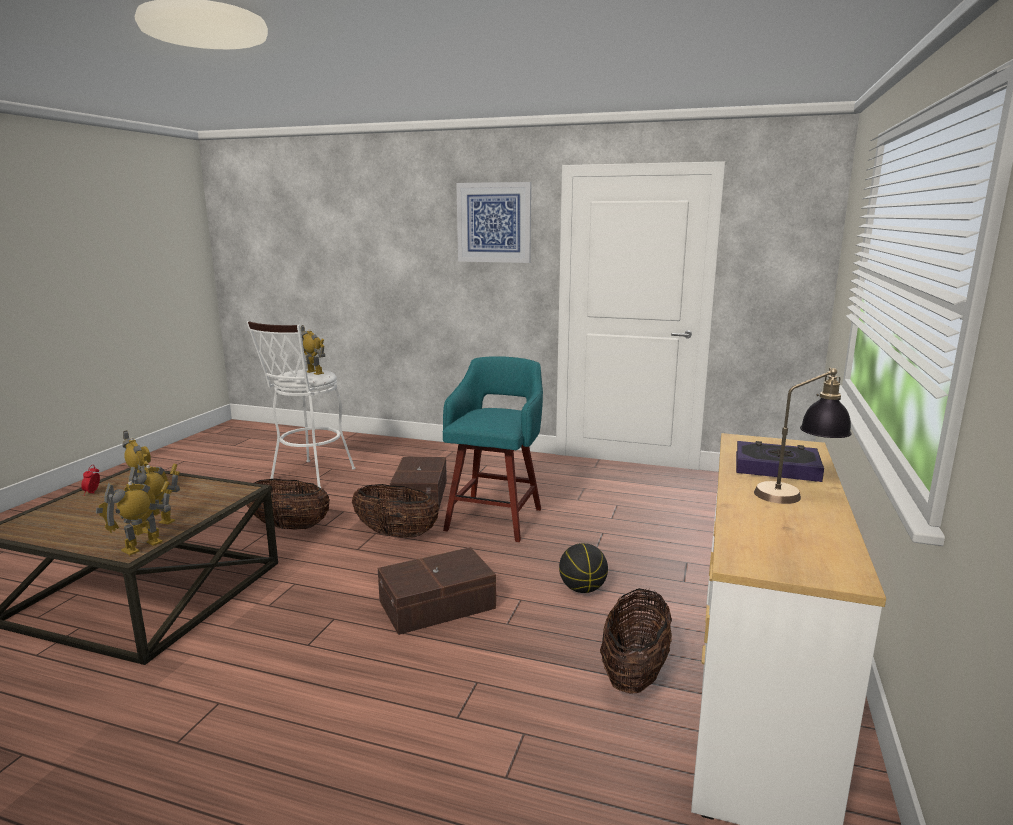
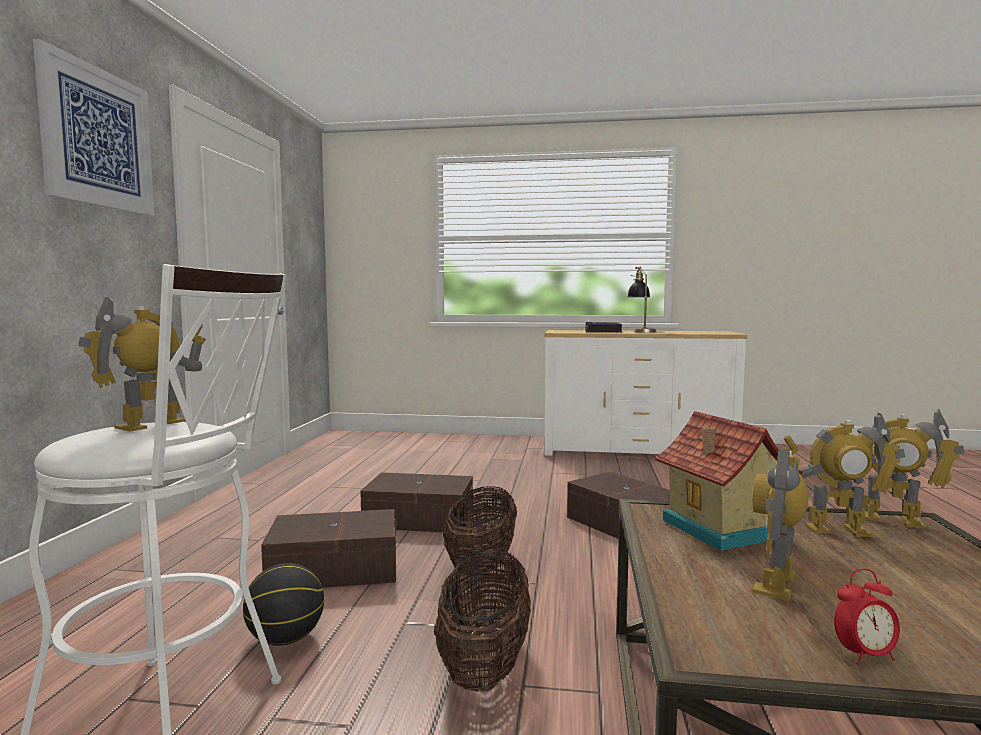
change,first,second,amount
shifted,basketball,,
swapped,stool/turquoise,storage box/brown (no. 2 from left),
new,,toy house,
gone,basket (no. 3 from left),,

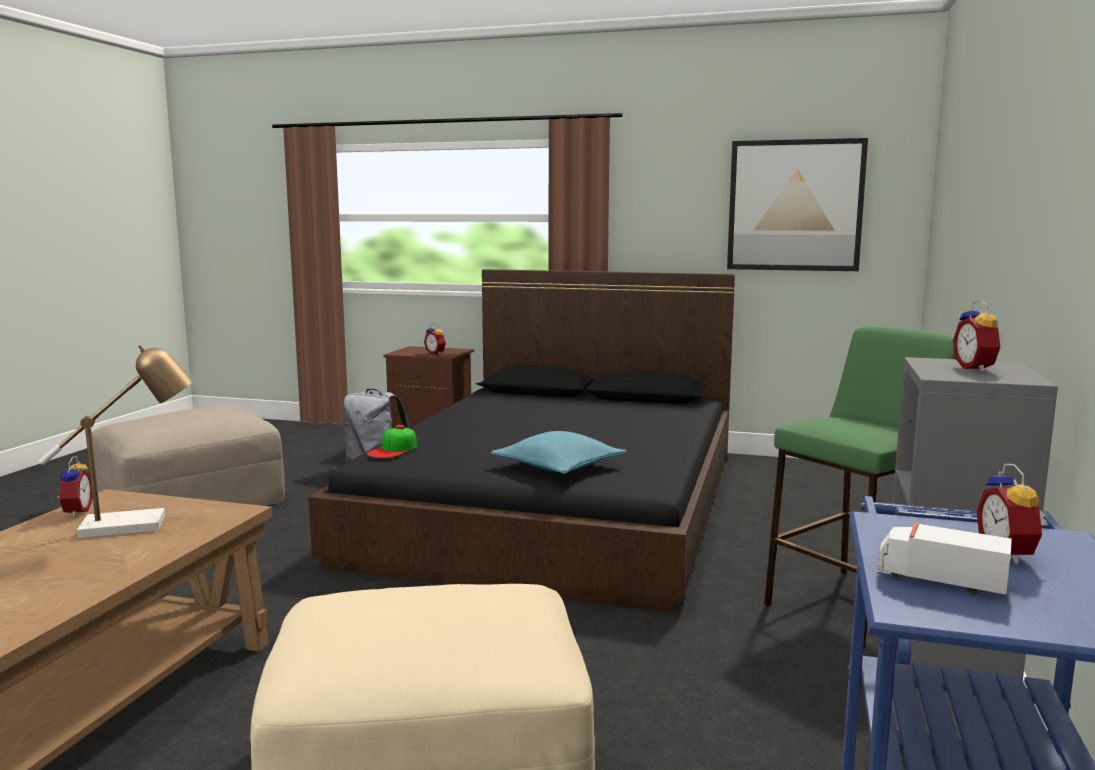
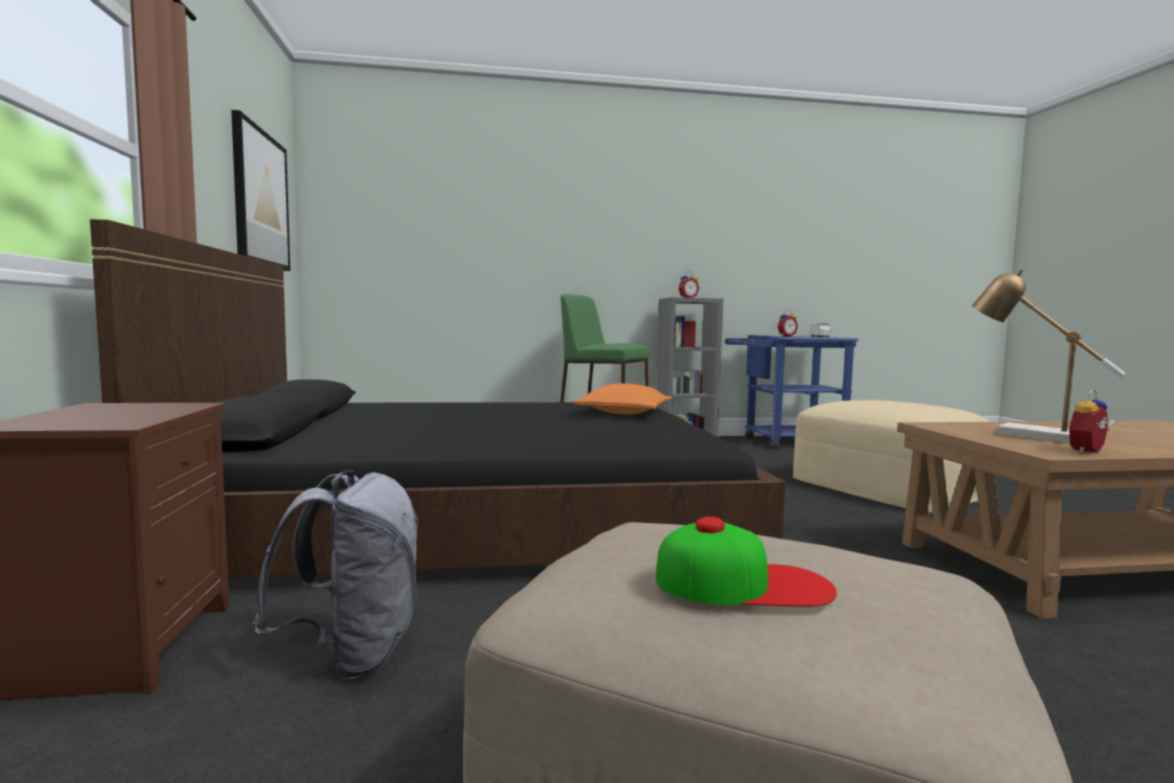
change,first,second,amount
repainted,pillow/turquoise,pillow/orange,
shifted,cap,,
gone,alarm clock (no. 2 from left),,

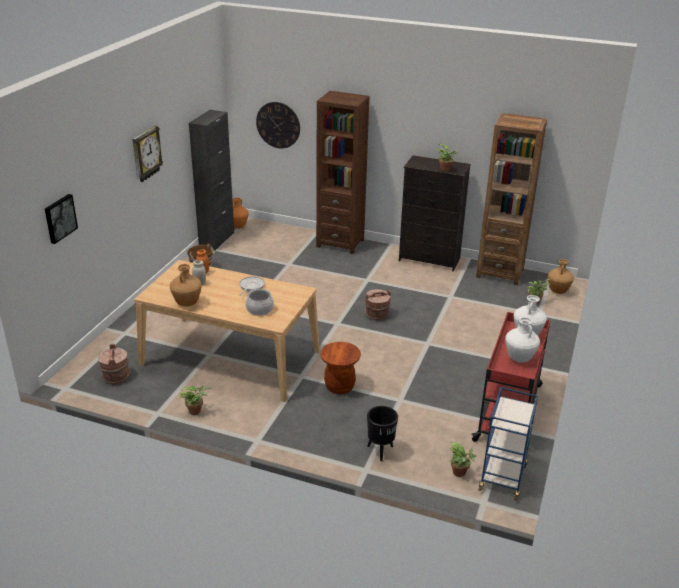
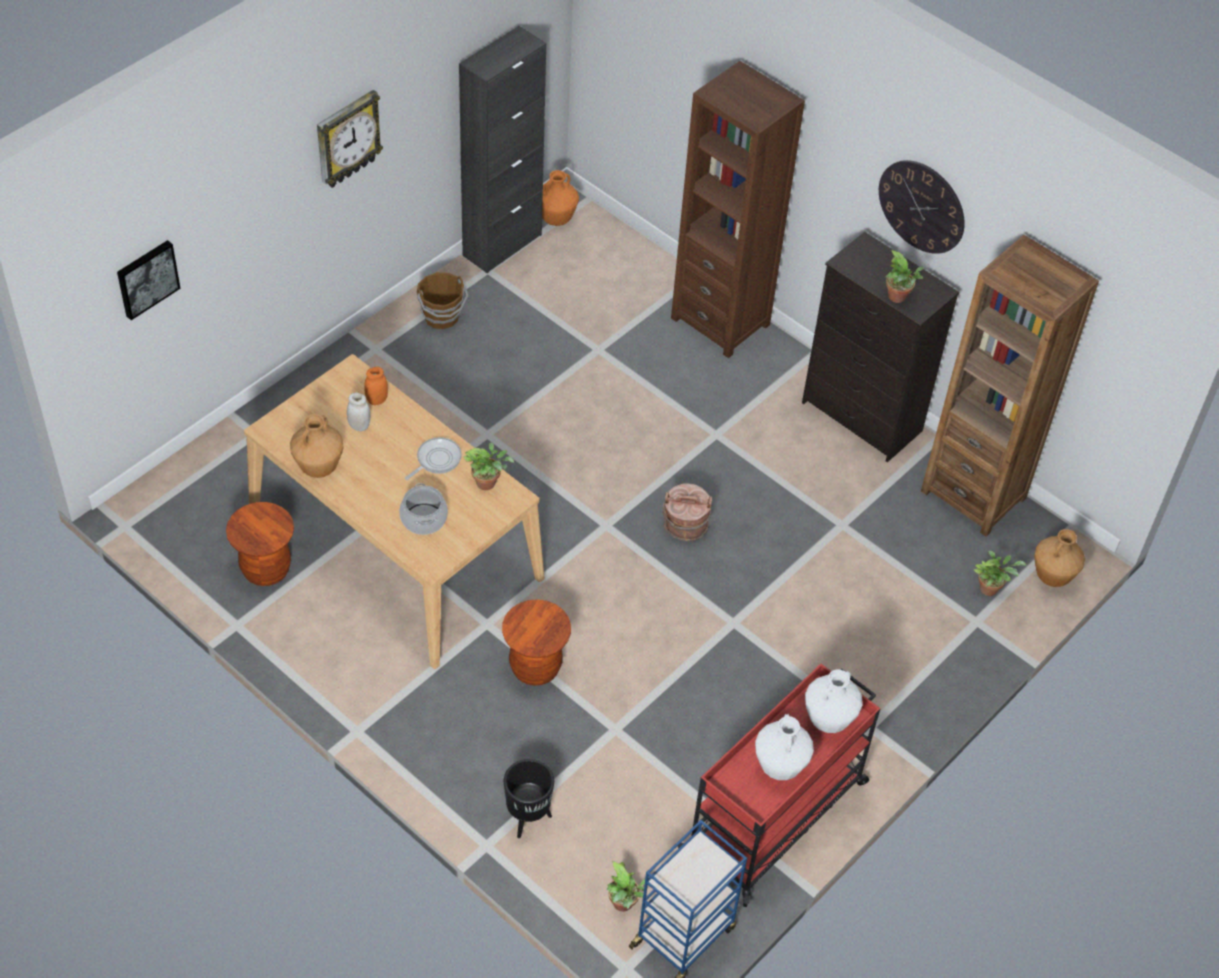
change,first,second,amount
new,,stool/brown (no. 1 from left),
shifted,potted plant (no. 1 from left),,
shifted,wall clock (no. 2 from left),,
gone,bucket/brown (no. 1 from left),,

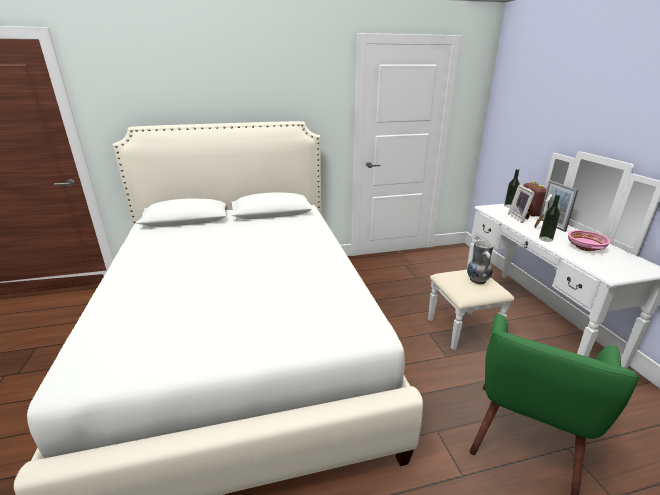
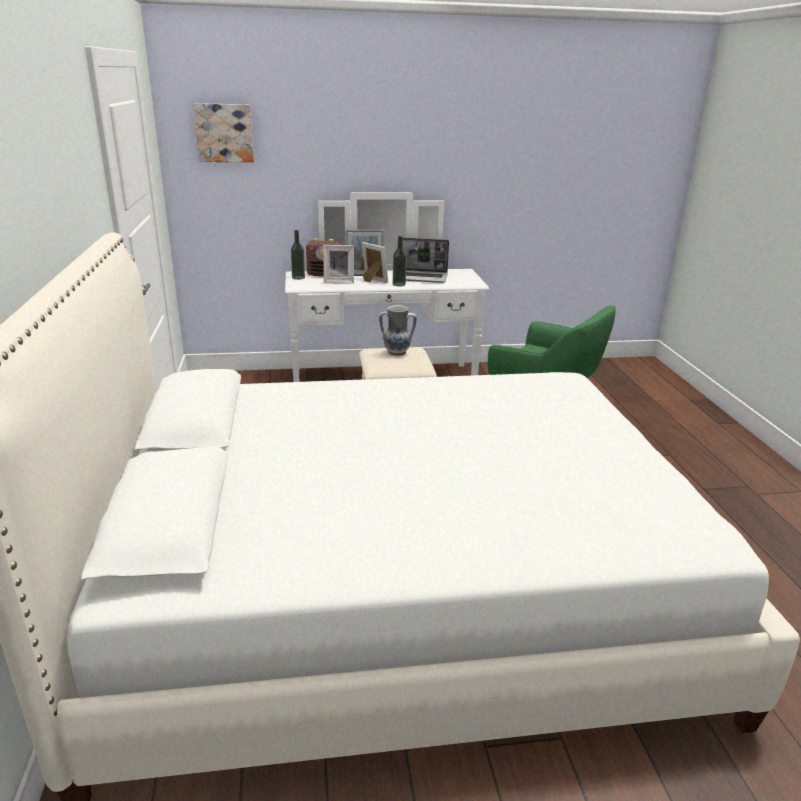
change,first,second,amount
new,,picture,
swapped,bowl/pink,laptop,

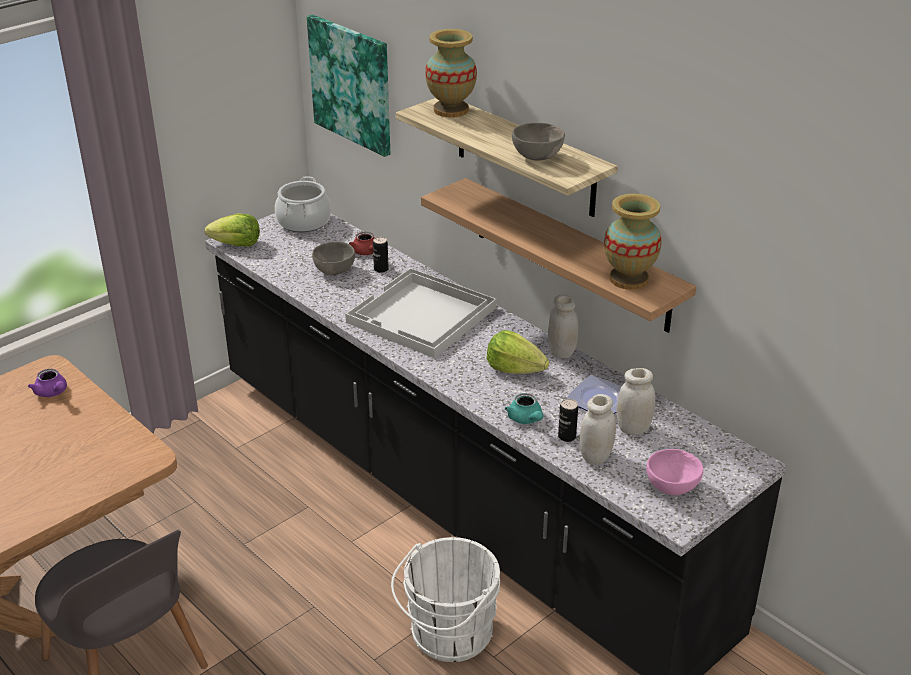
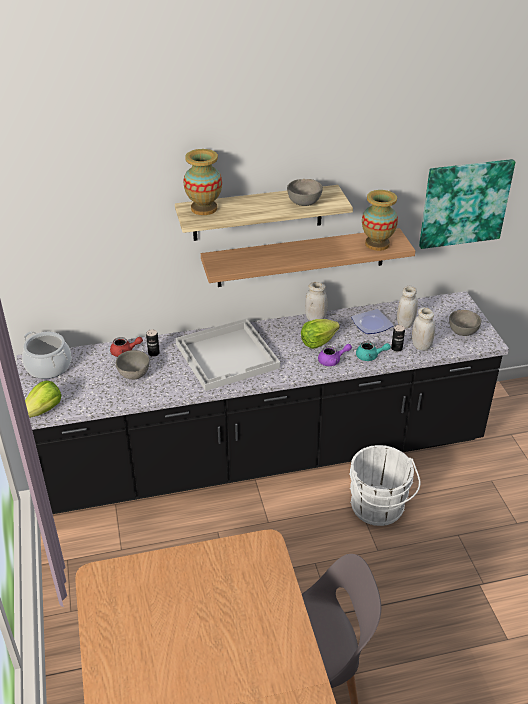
change,first,second,amount
shifted,teapot/purple,,
shifted,picture,,
repainted,bowl/pink,bowl/grey (no. 3 from left),

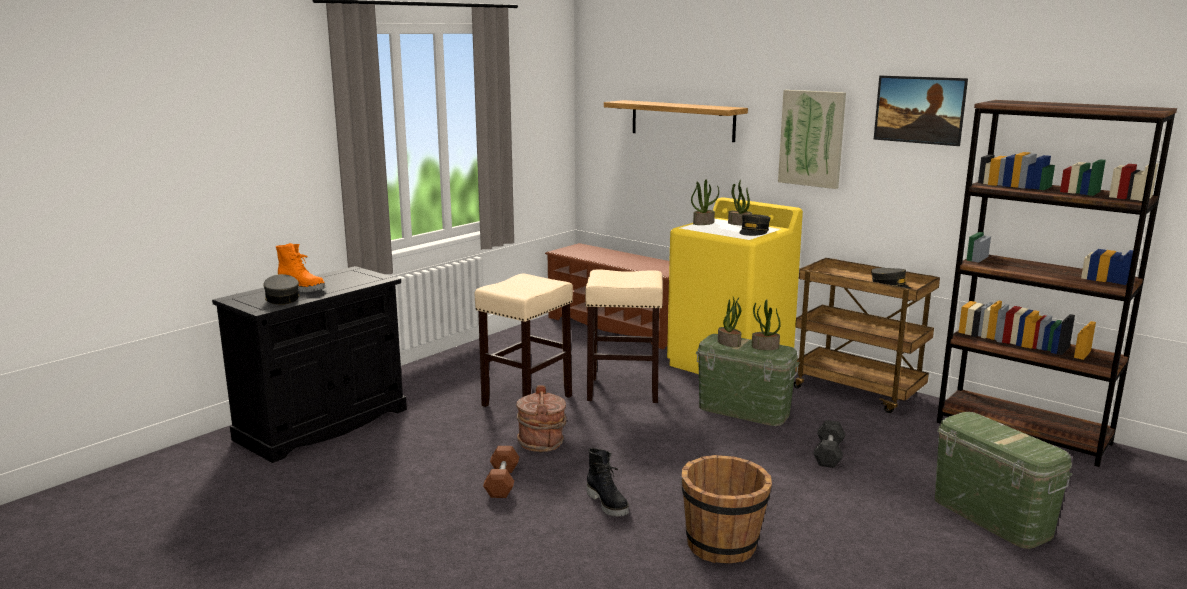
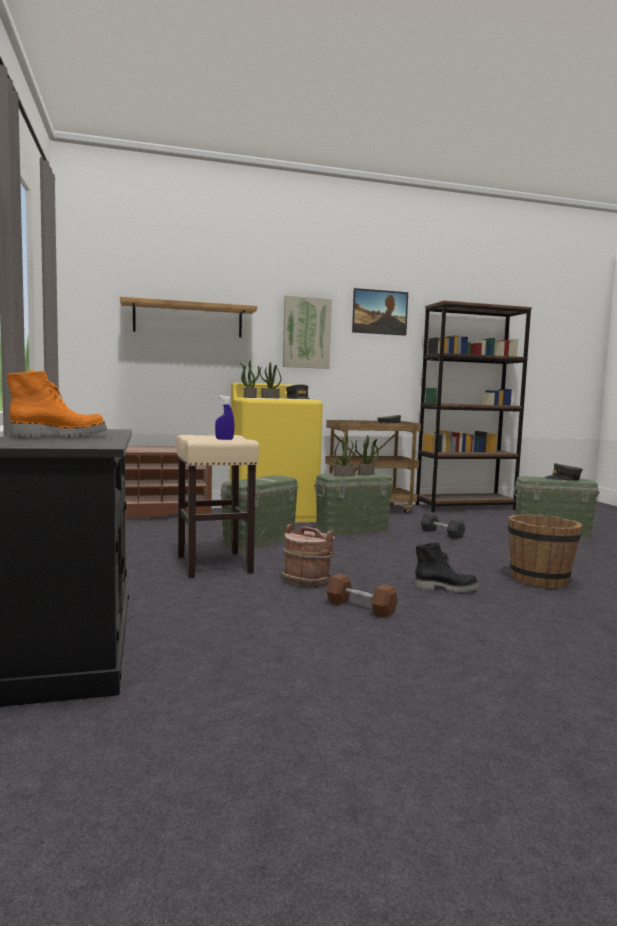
change,first,second,amount
new,,spray bottle/blue,
swapped,stool/beige (no. 2 from left),storage box/green (no. 1 from left),
shifted,cap/grey (no. 1 from left in the first image),cap/grey (no. 3 from left),

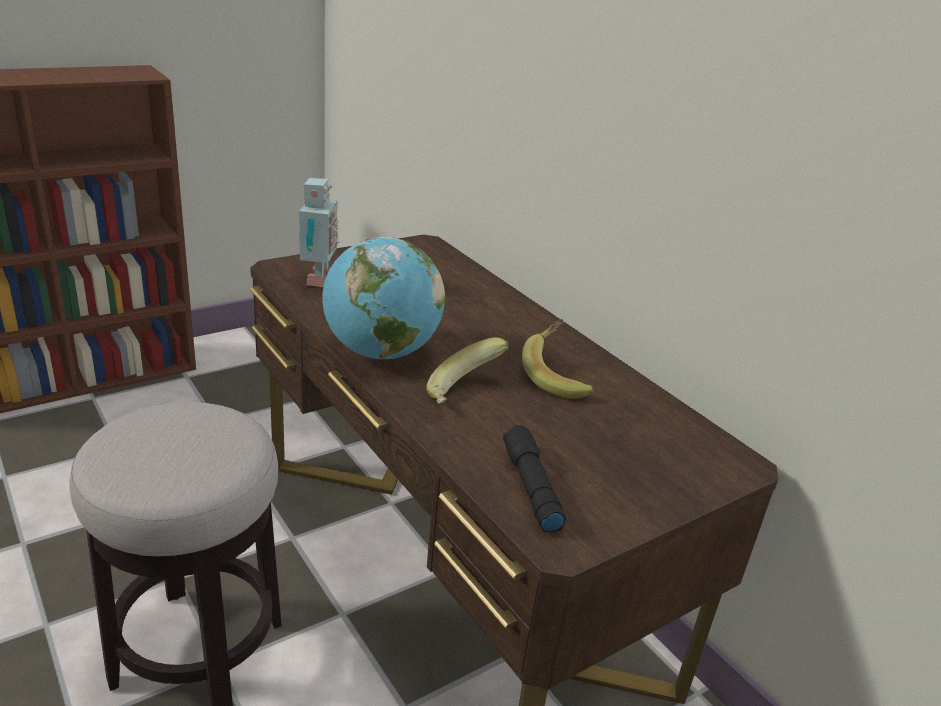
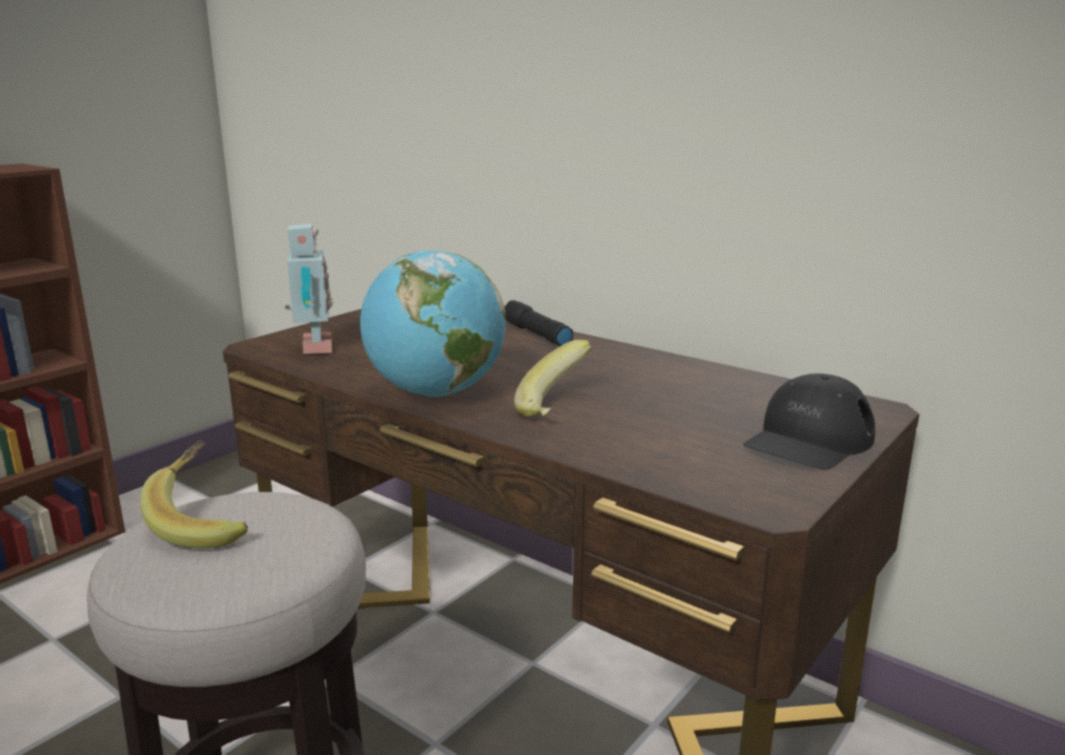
change,first,second,amount
shifted,banana (no. 2 from left in the first image),banana (no. 1 from left),
shifted,flashlight/black,,
new,,cap/black,

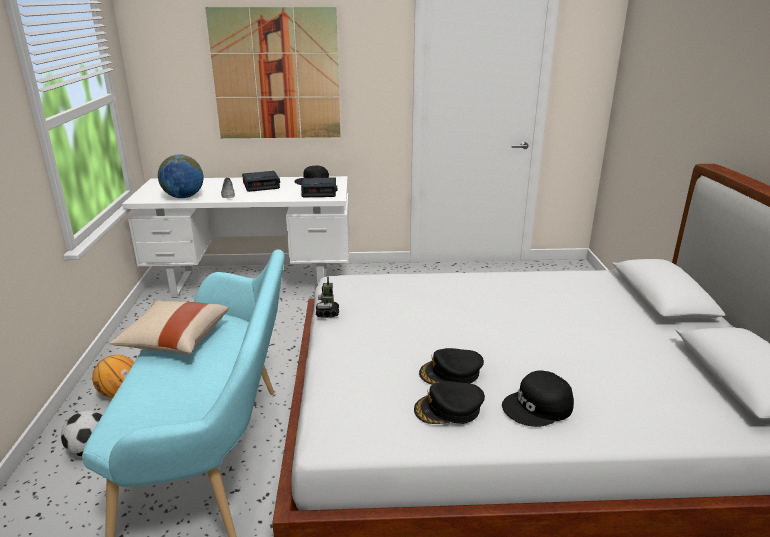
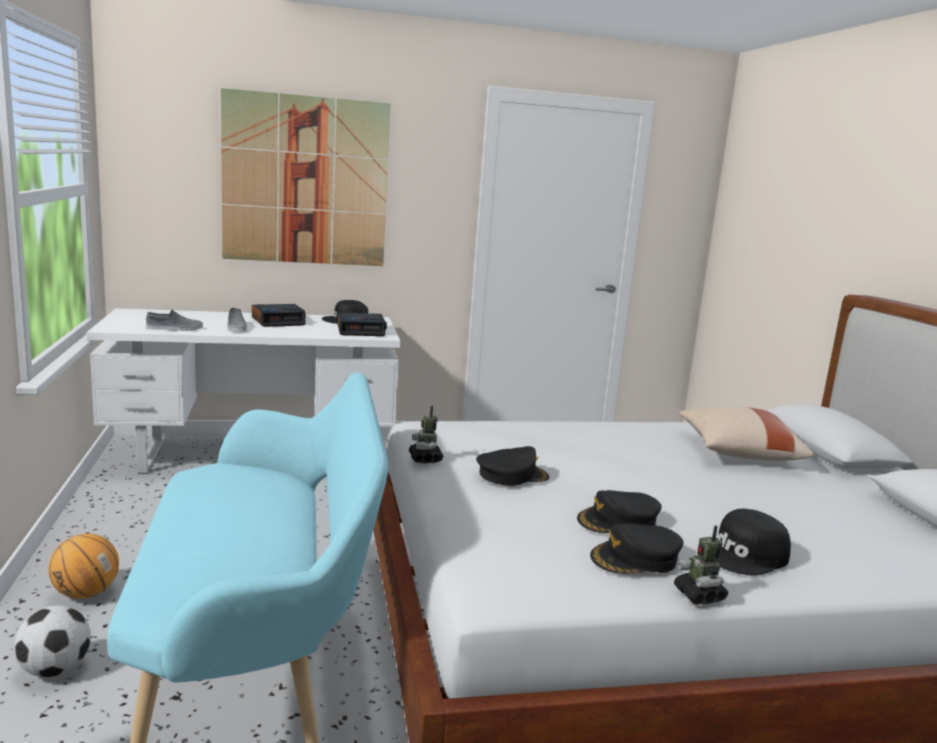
change,first,second,amount
swapped,globe,shoe/grey (no. 1 from left),
new,,cap/black (no. 2 from left),
new,,toy robot (no. 2 from left),
shifted,pillow/beige,,

